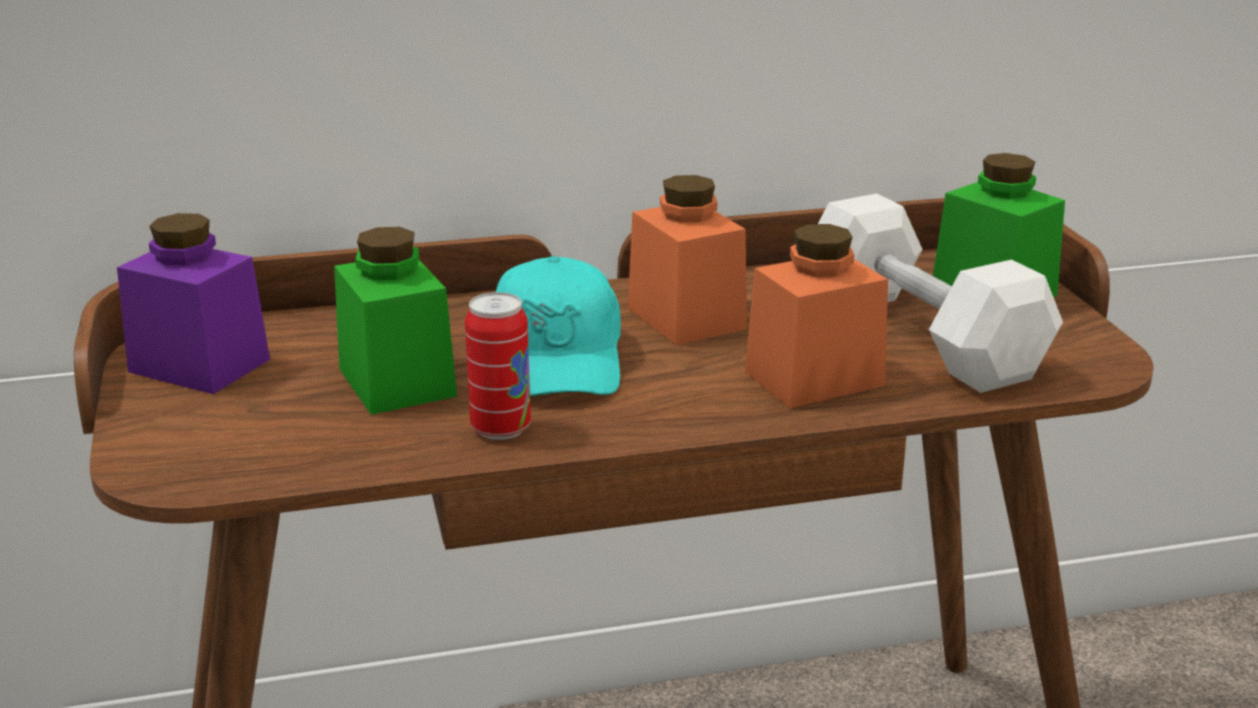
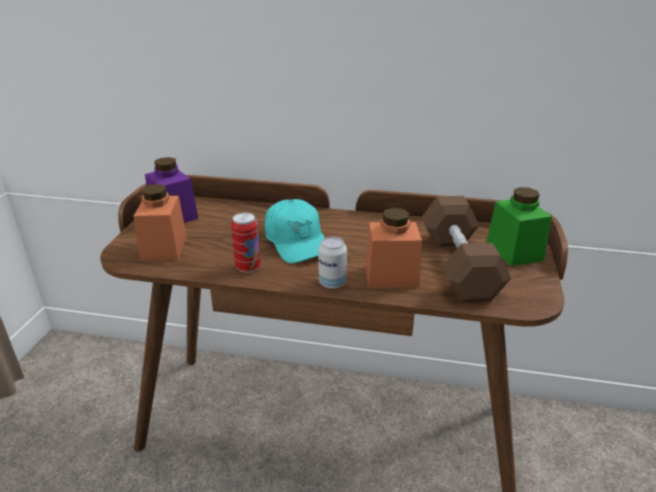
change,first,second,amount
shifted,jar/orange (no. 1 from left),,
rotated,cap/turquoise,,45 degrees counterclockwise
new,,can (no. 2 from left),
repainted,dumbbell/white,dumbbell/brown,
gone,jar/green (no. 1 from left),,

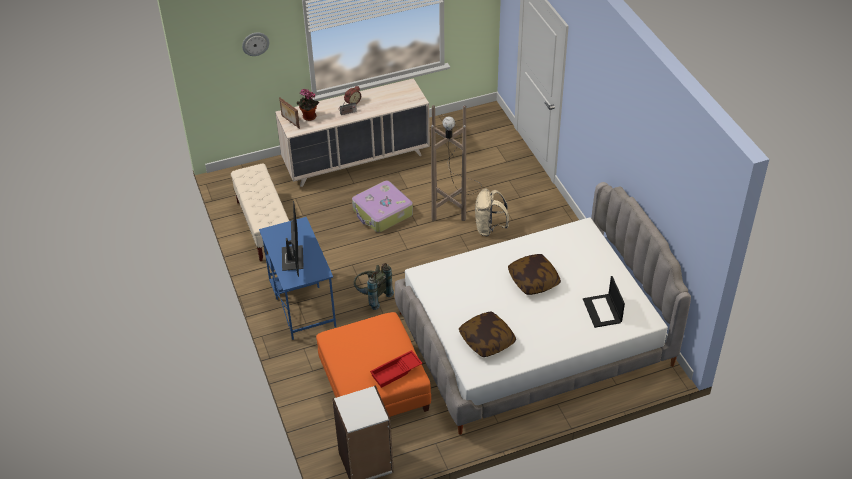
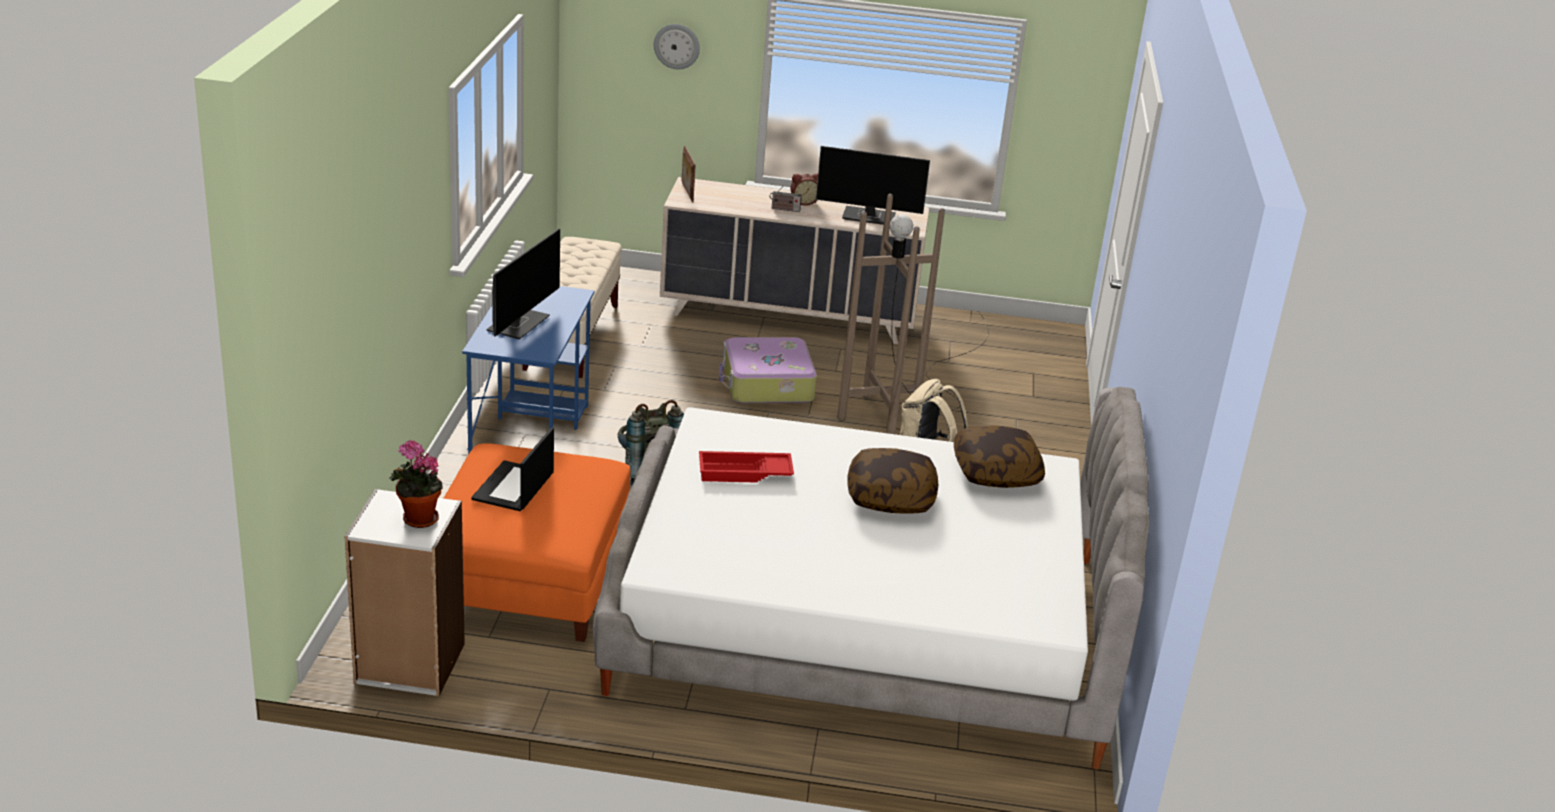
change,first,second,amount
shifted,potted plant,,
shifted,laptop,,
shifted,tray/red,,
new,,monitor (no. 2 from left),
shifted,pillow (no. 1 from left in the first image),pillow (no. 2 from left),

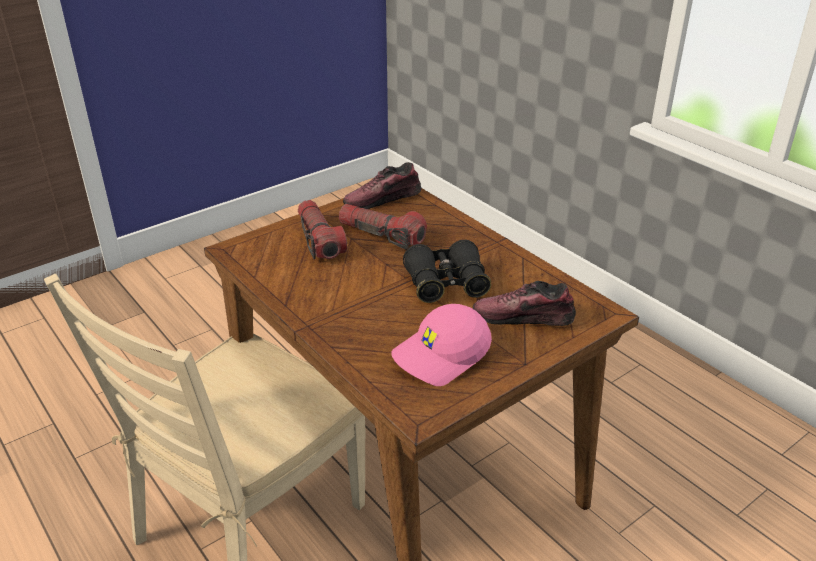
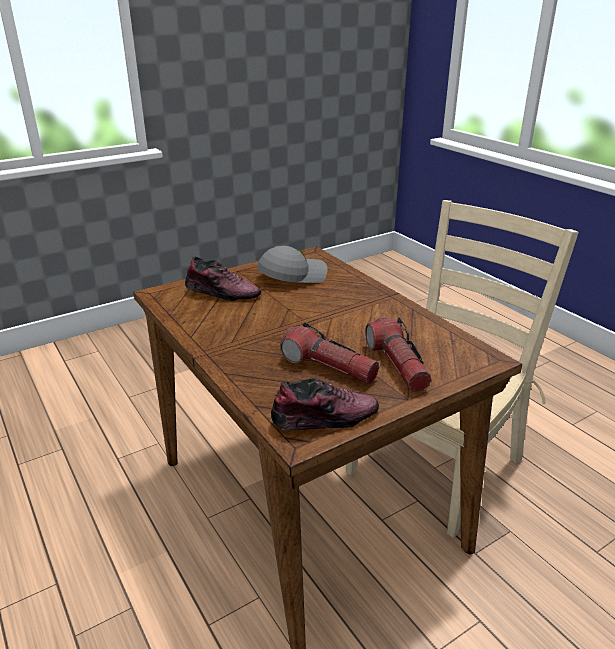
change,first,second,amount
repainted,cap/pink,cap/grey,
gone,binoculars/black,,

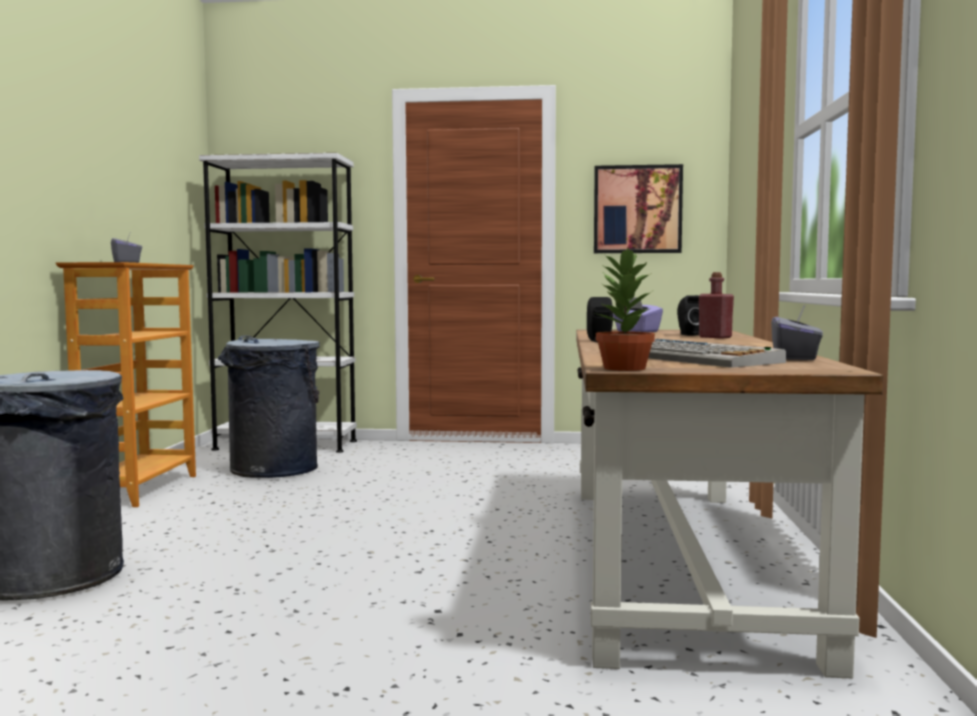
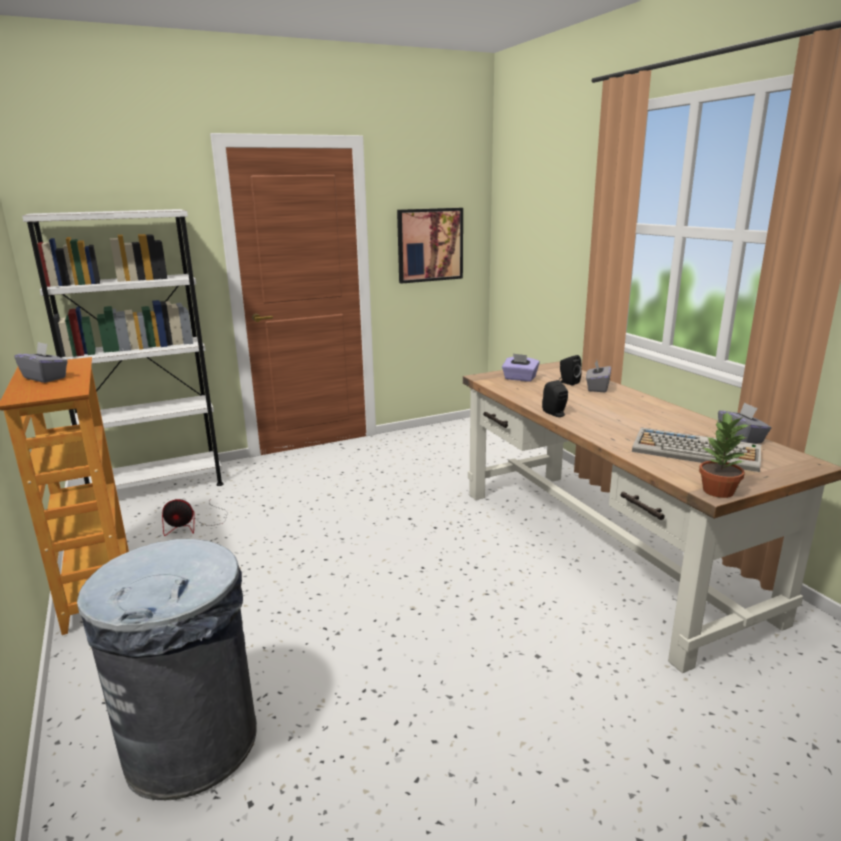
change,first,second,amount
swapped,trash can/grey (no. 2 from left),fan,
swapped,bottle/red,tissue box/grey (no. 2 from left),

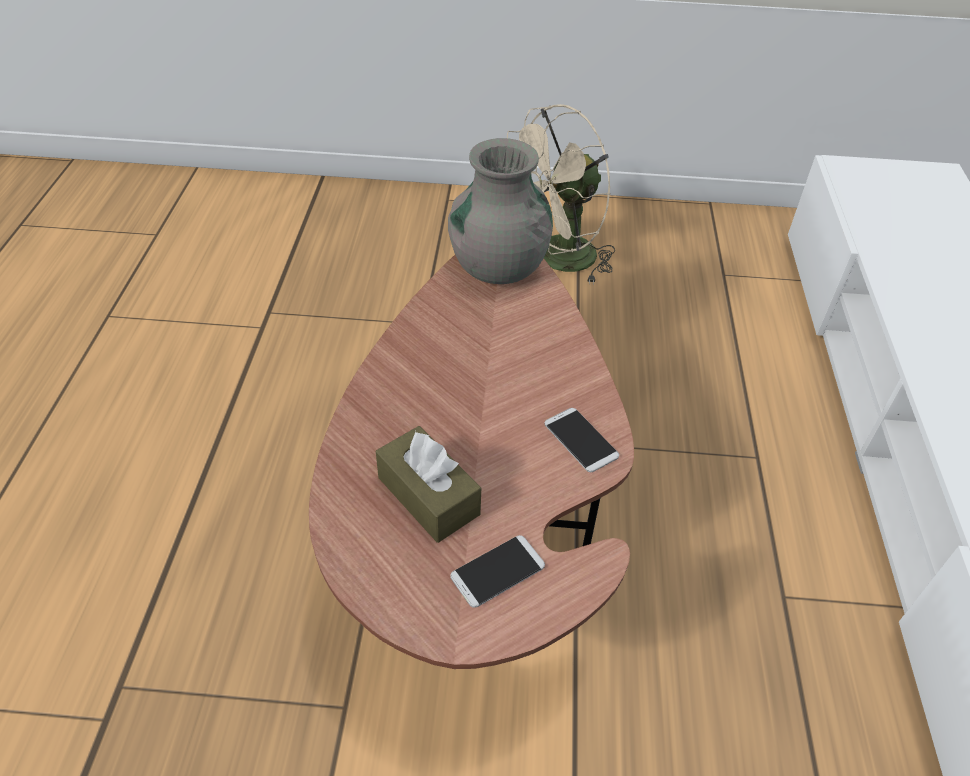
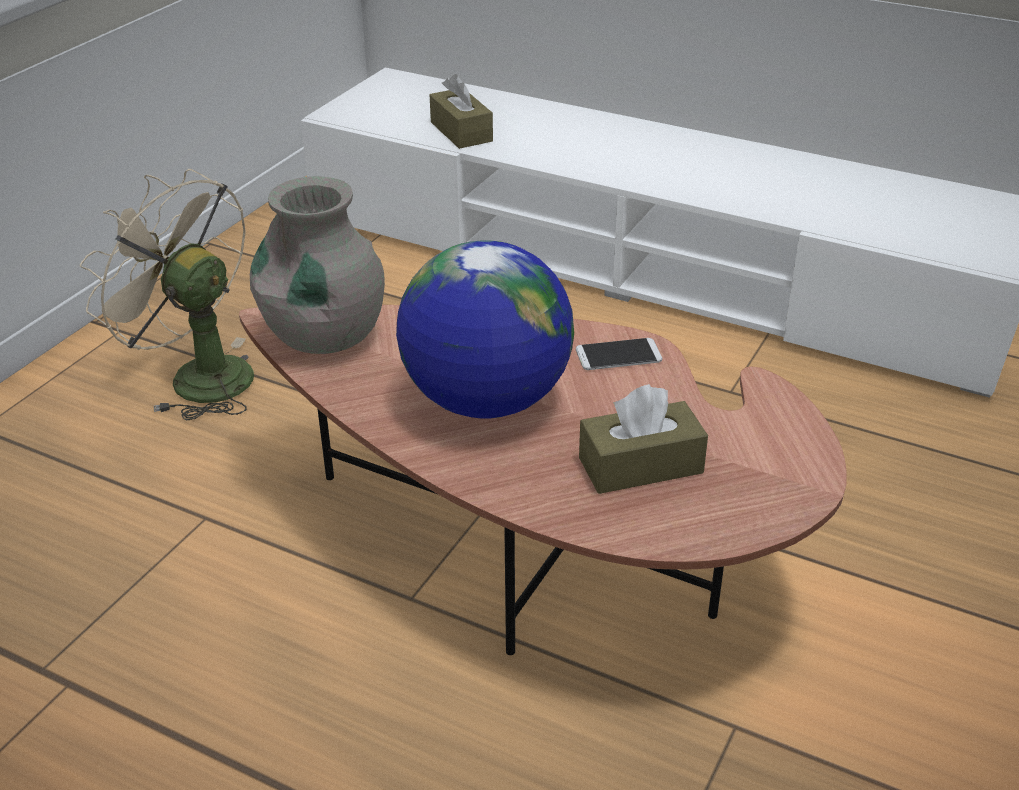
change,first,second,amount
rotated,fan/beige,,135 degrees clockwise
new,,globe,
new,,tissue box/brown (no. 1 from left),
gone,phone (no. 1 from left),,

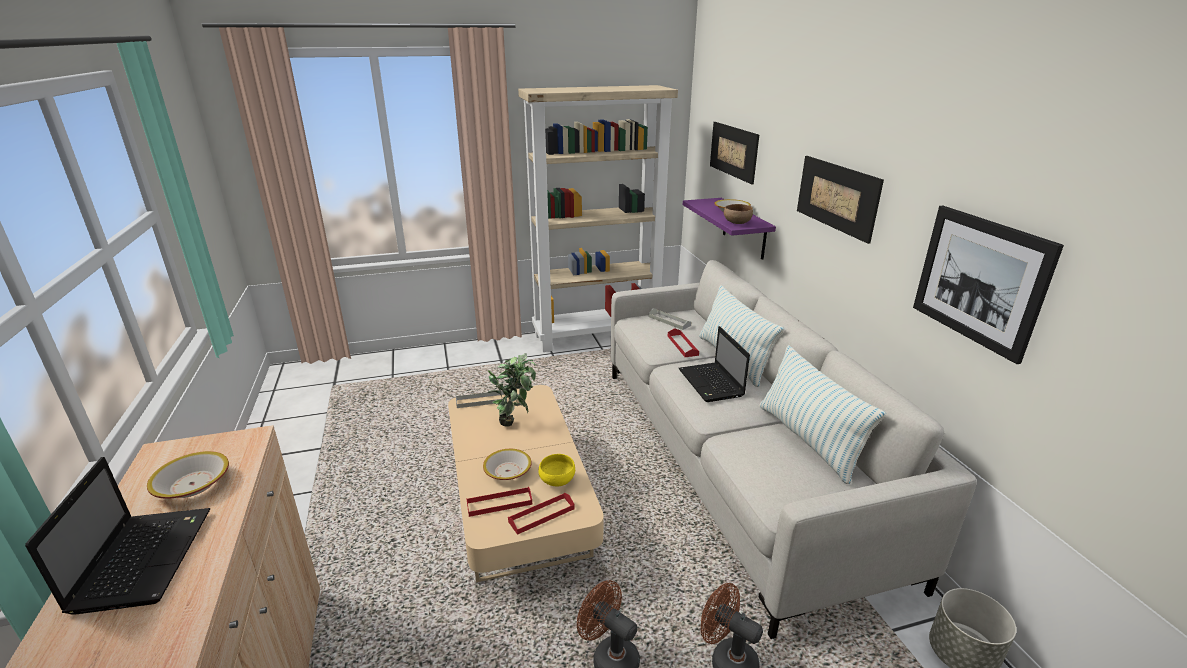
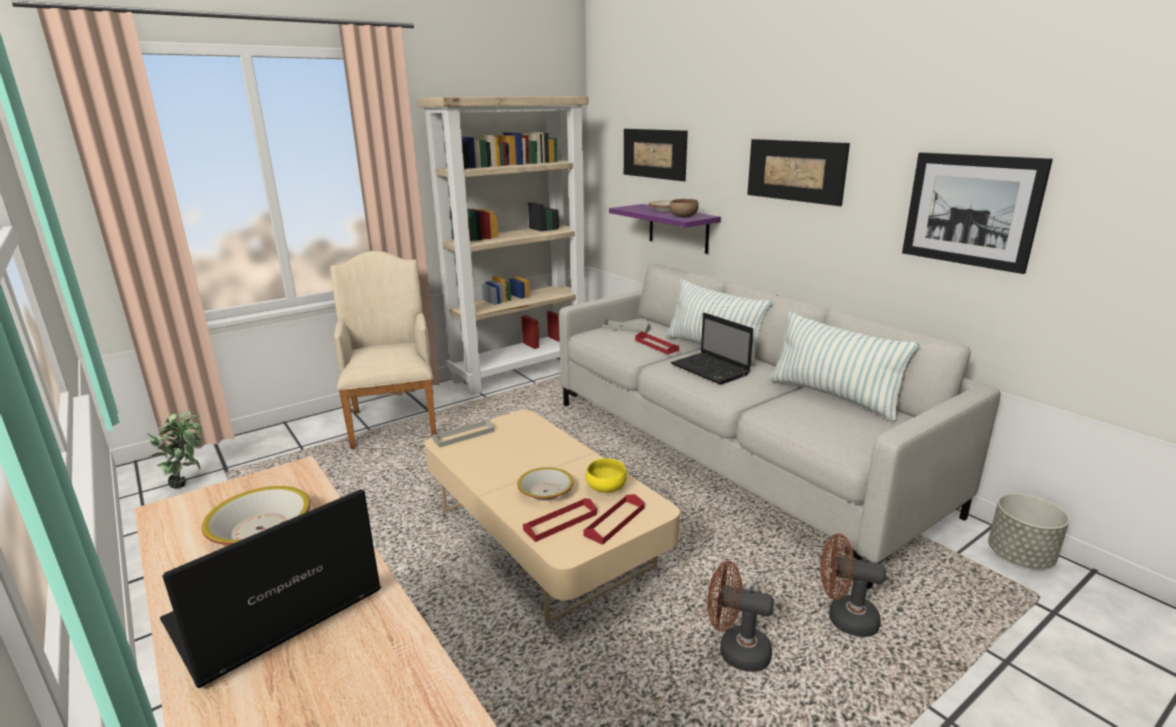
change,first,second,amount
shifted,potted plant,,
rotated,laptop (no. 1 from left),,105 degrees counterclockwise
new,,armchair/beige,

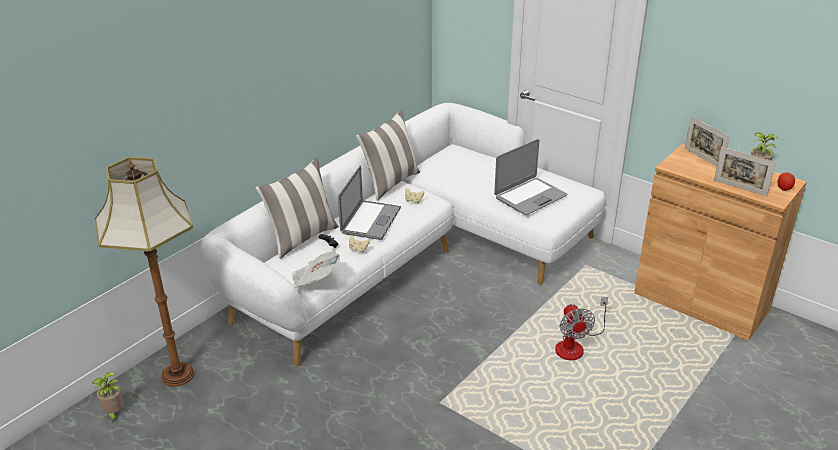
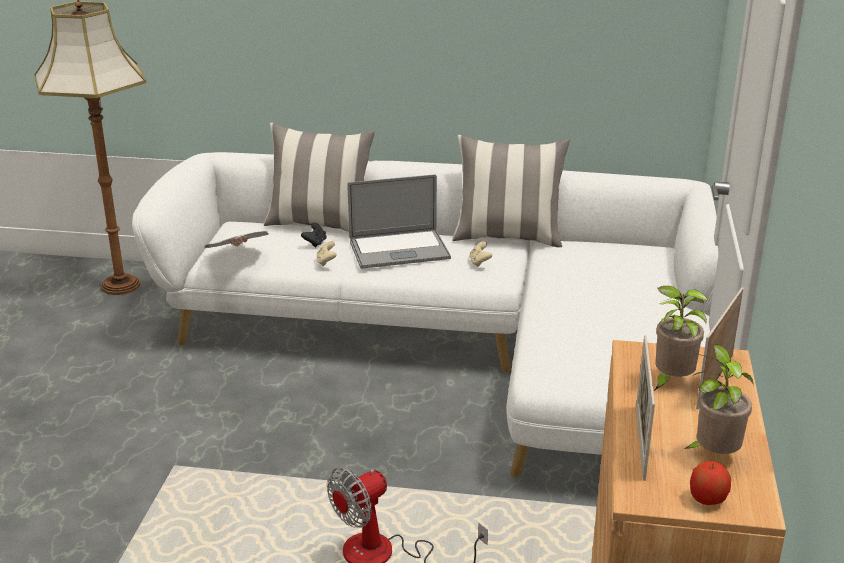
change,first,second,amount
shifted,potted plant (no. 1 from left),,
gone,laptop (no. 2 from left),,

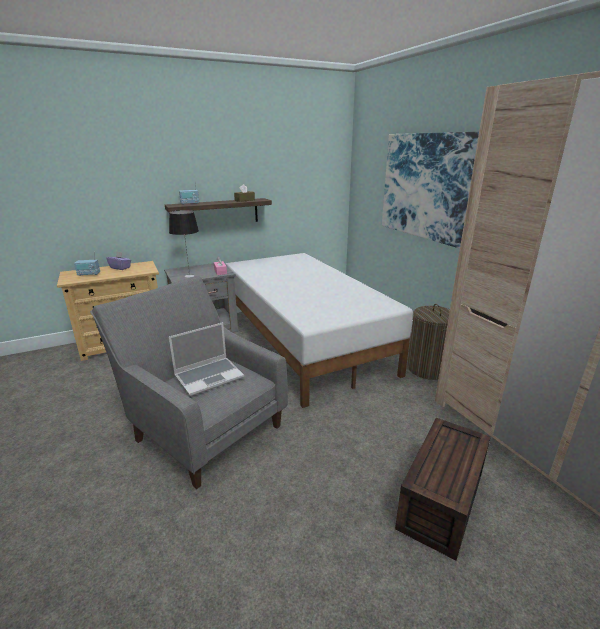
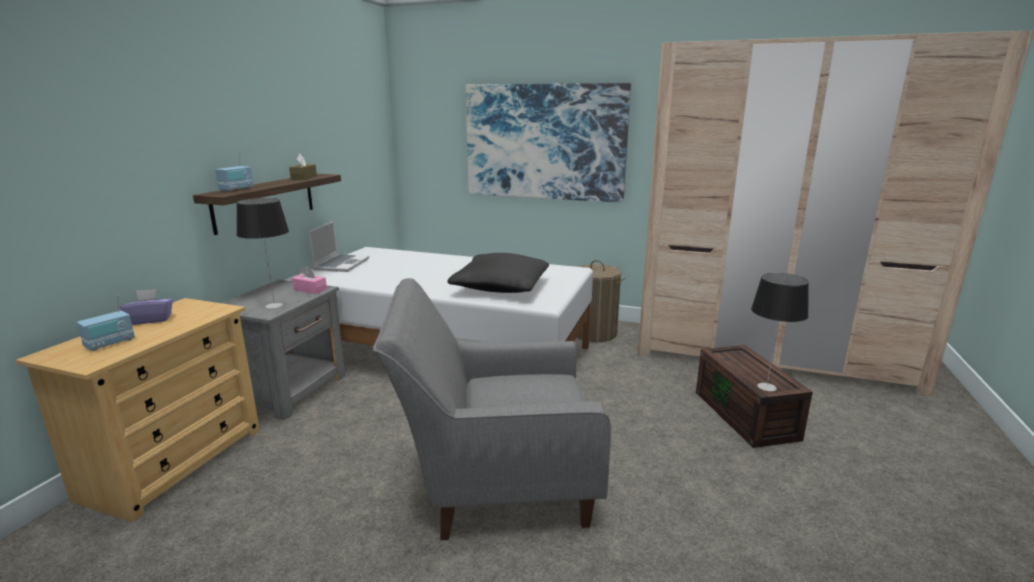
change,first,second,amount
shifted,laptop,,
new,,pillow/black,
new,,table lamp (no. 2 from left),

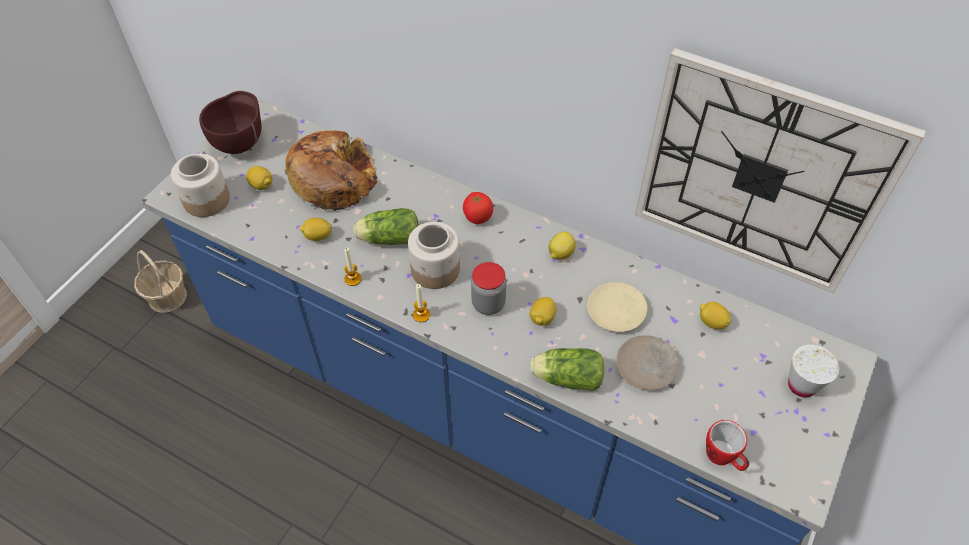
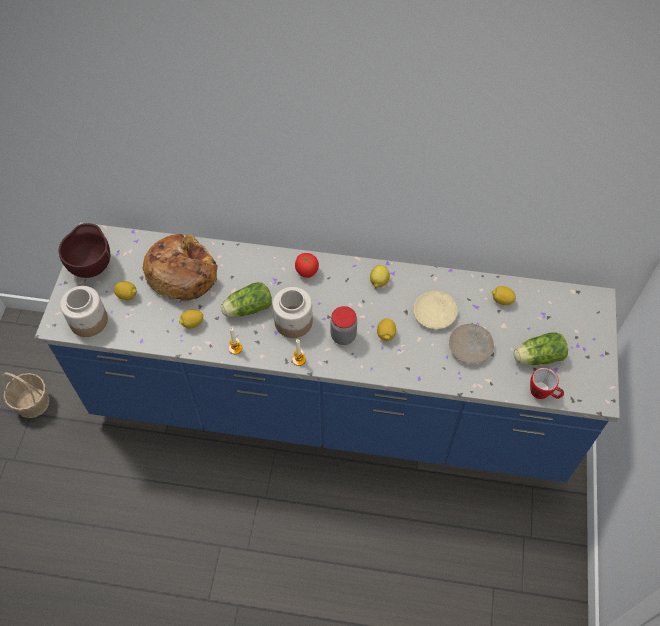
change,first,second,amount
shifted,lettuce (no. 2 from left),,
gone,wall clock,,
gone,cup/white,,

